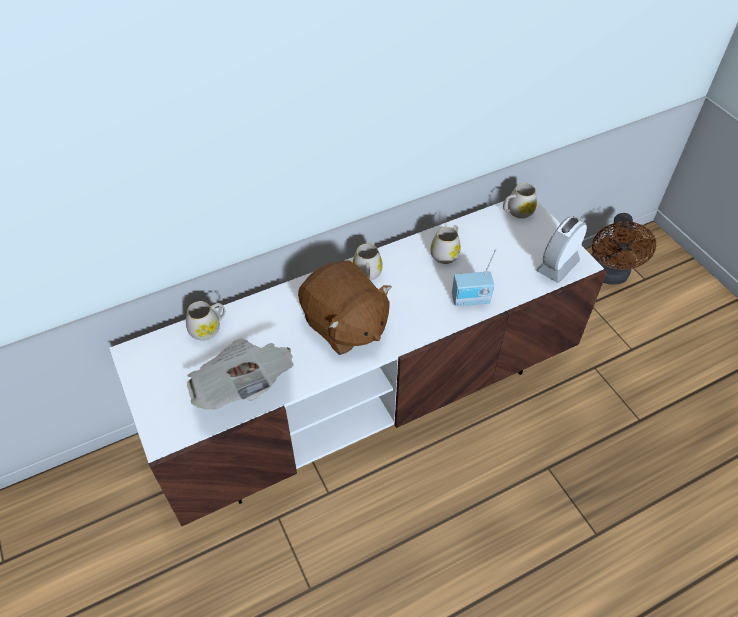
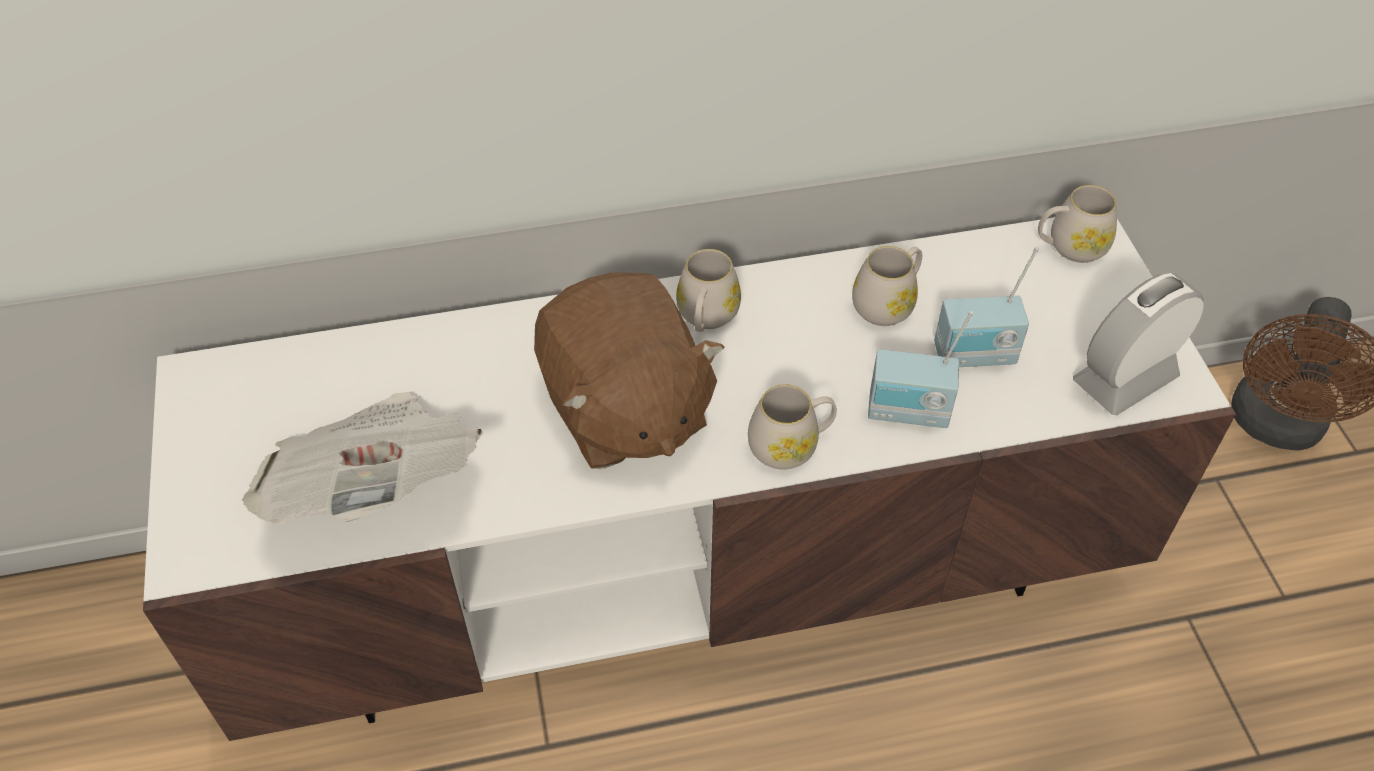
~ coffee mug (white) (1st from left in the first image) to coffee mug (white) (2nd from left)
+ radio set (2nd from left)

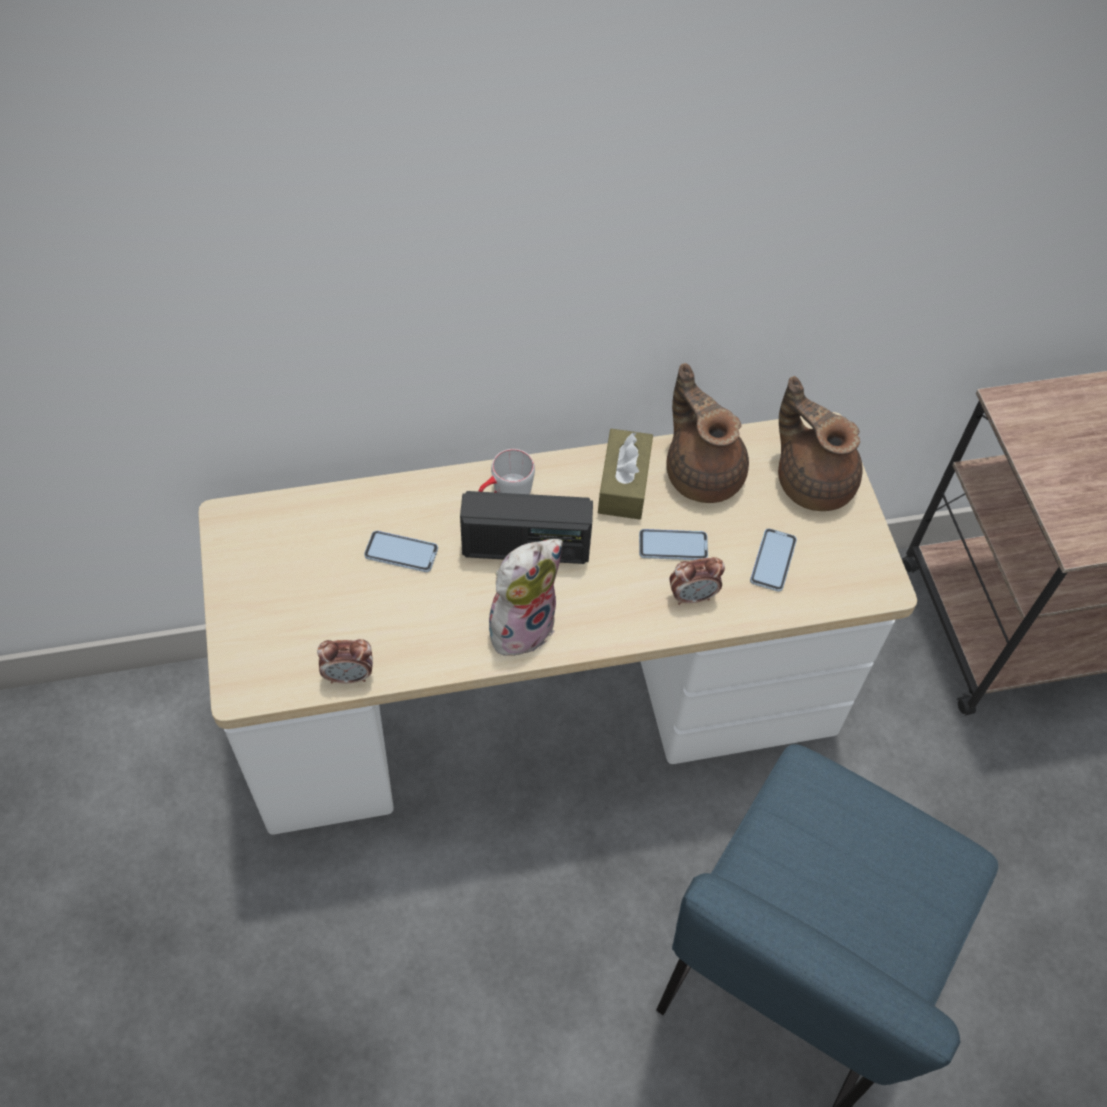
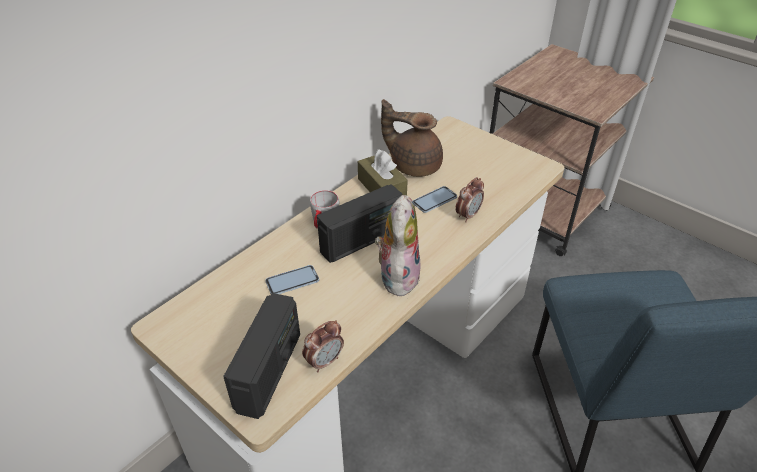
- teapot (brownish) (2nd from left)
- phone (3rd from left)
+ radio set (1st from left)

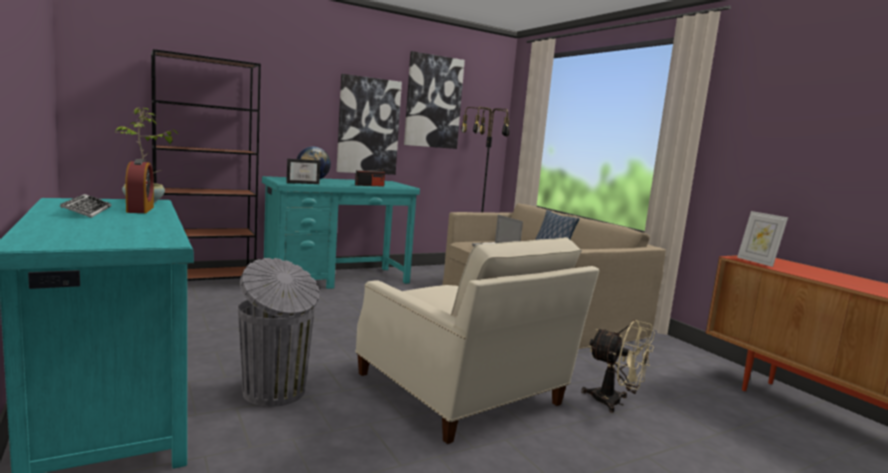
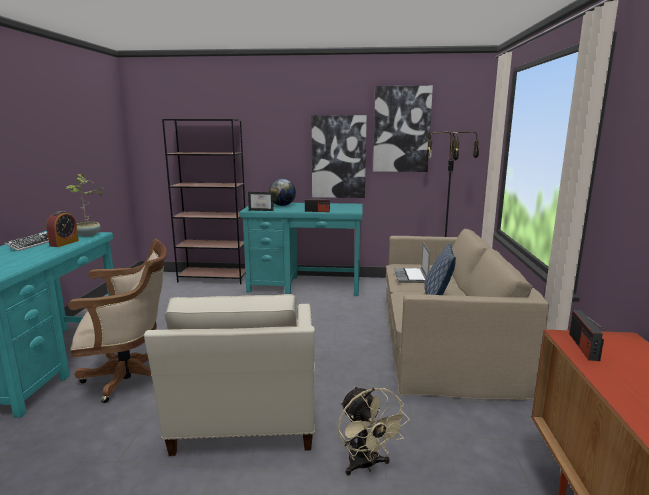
~ picture frame (2nd from left) to radio set (2nd from left)
~ waste bin (grey) to desk chair

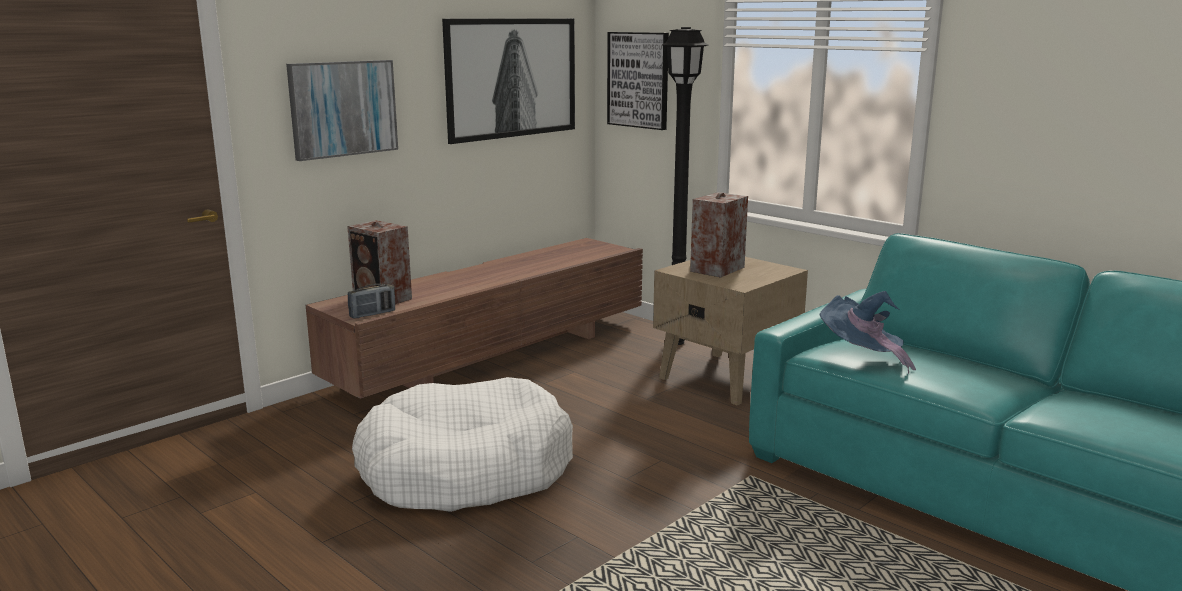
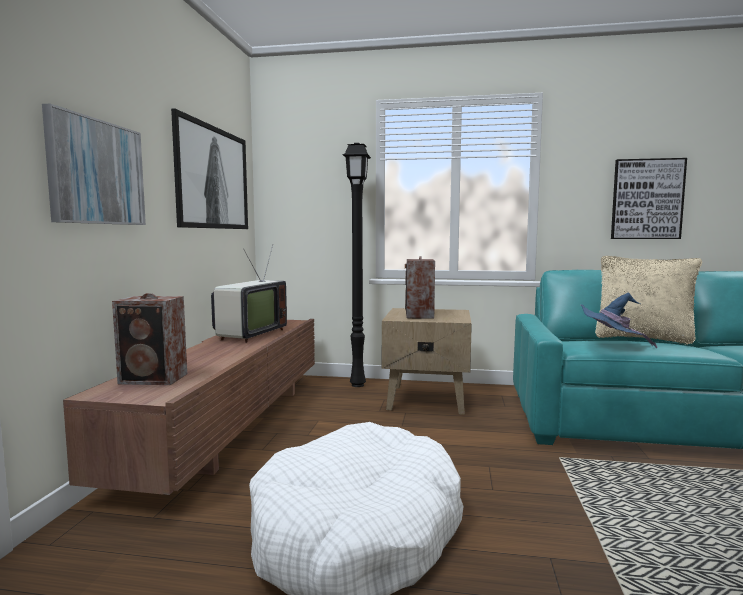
~ wall picture (3rd from left)
- radio set
+ TV
+ cushion (beige)

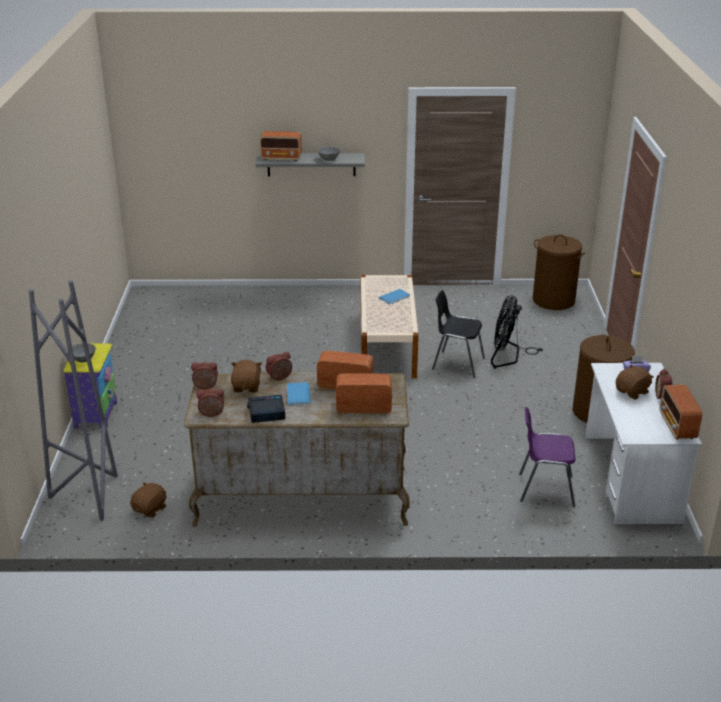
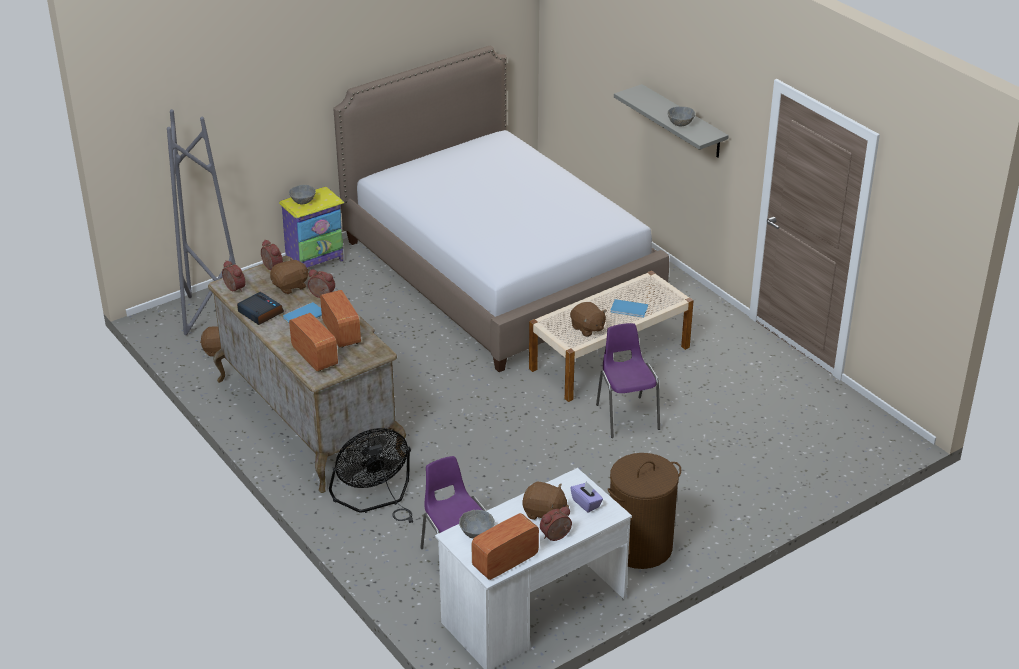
- radio set (1st from left)
- laundry basket (brownish) (1st from left)
~ upright chair (black) to upright chair (purple-coloured) (2nd from left)
~ electric fan (black)
+ sleeping bed
+ plush toy (brownish) (4th from left)
+ bowl (grey) (2nd from left)

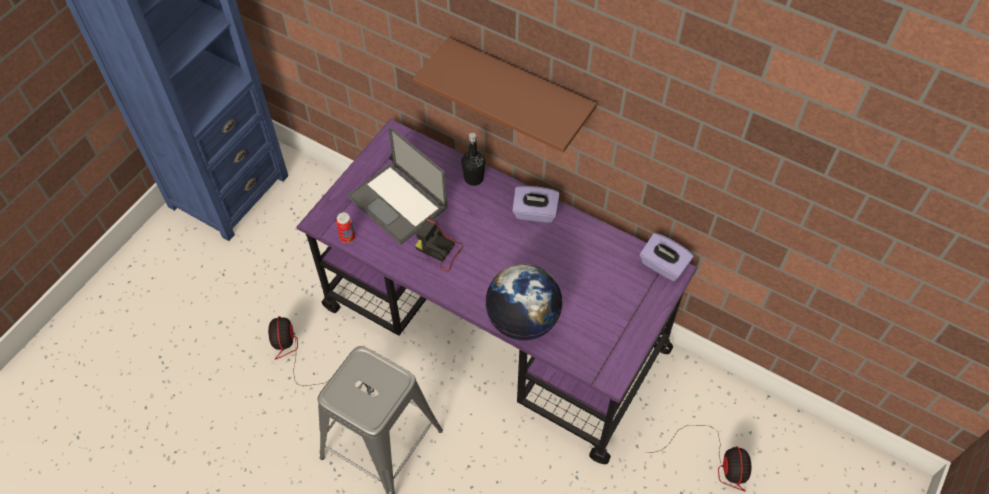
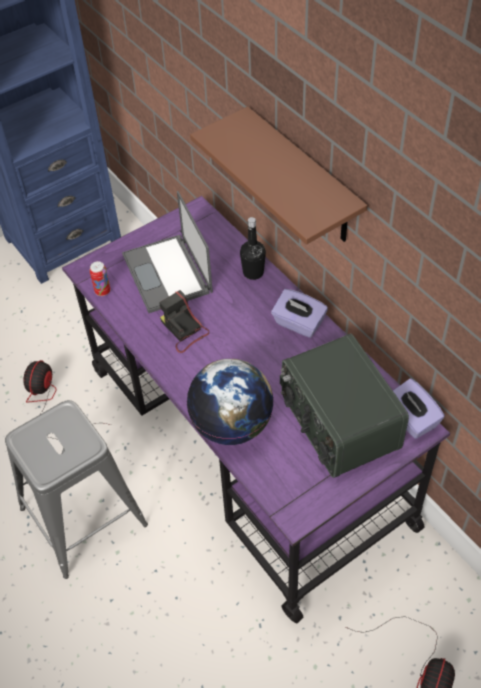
+ radio set

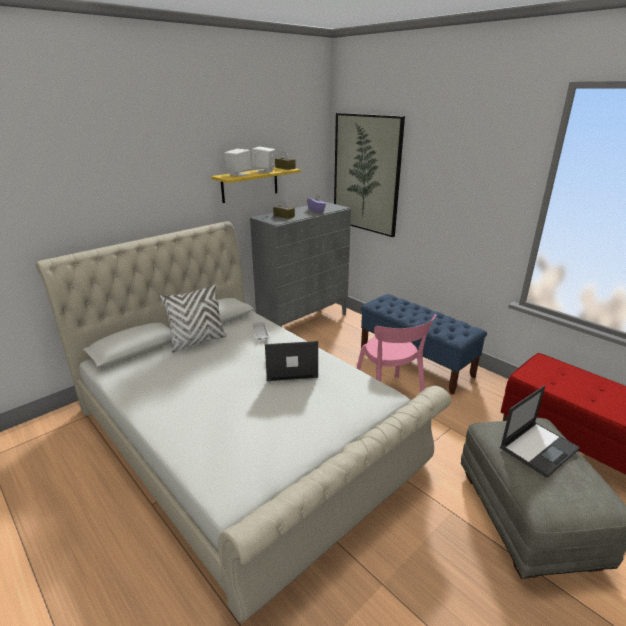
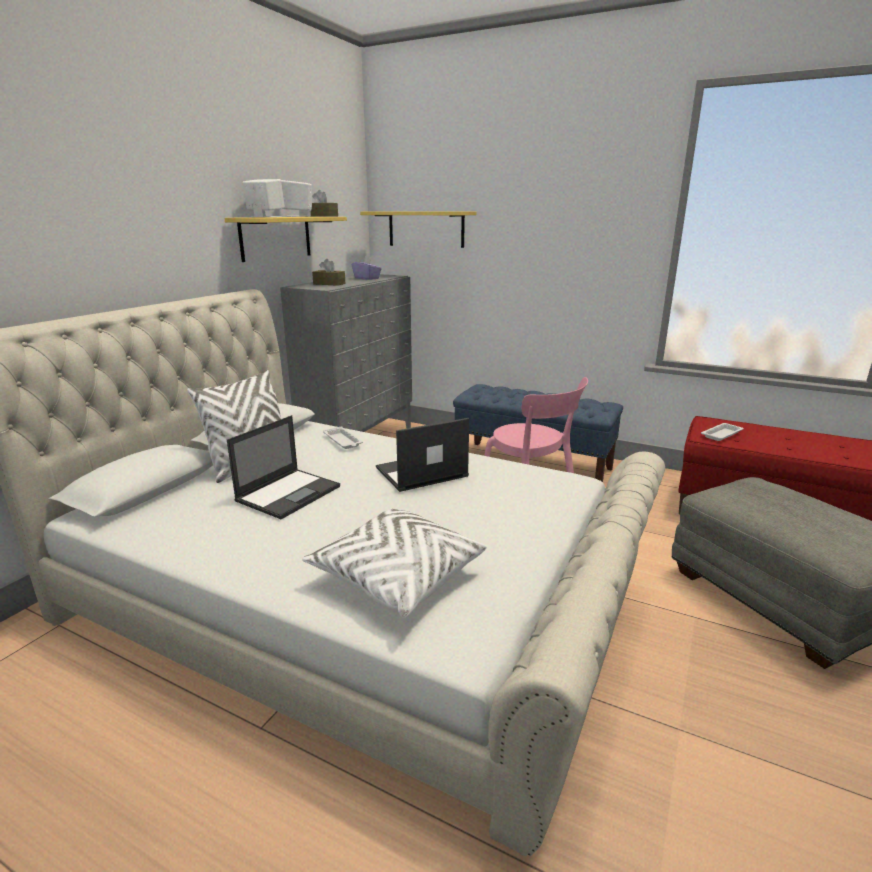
~ wall picture to wall shelf (yellow-coloured) (2nd from left)
~ portable computer (2nd from left in the first image) to portable computer (1st from left)
+ carrying tray (white) (2nd from left)
+ cushion (white) (2nd from left)

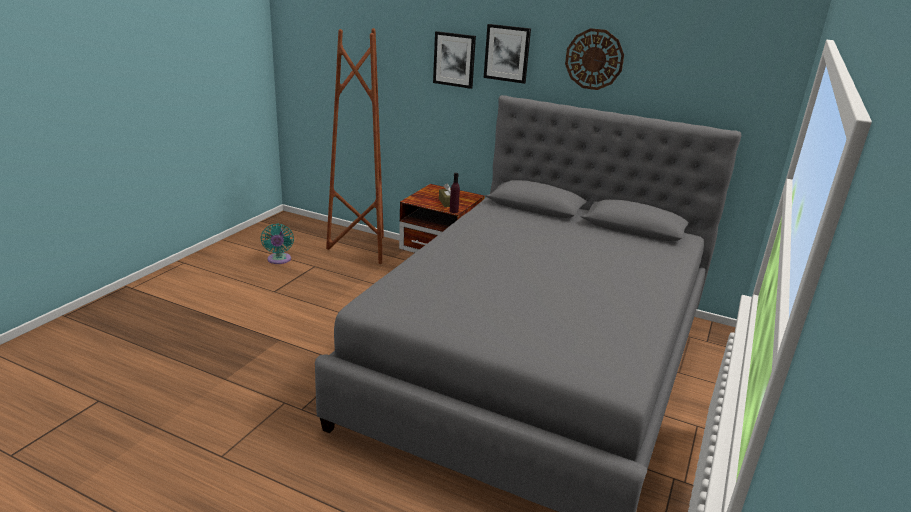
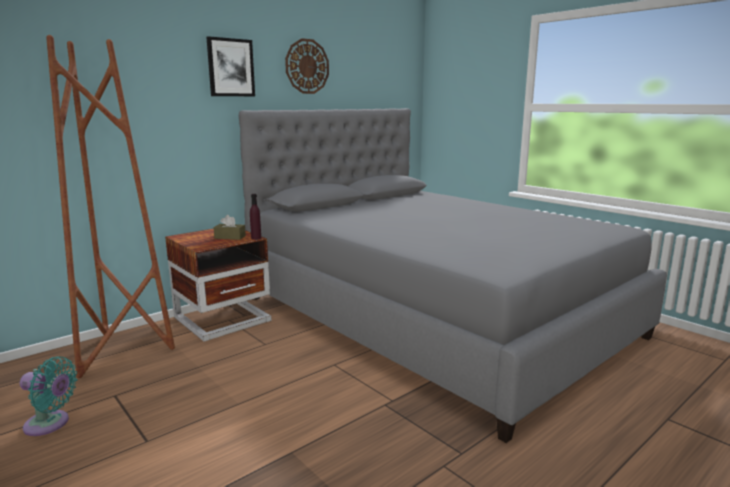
- wall picture (1st from left)

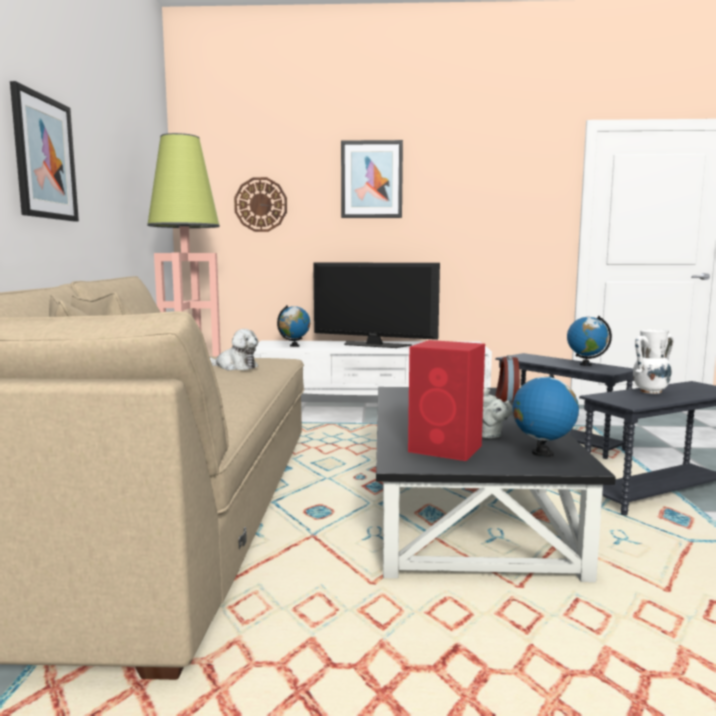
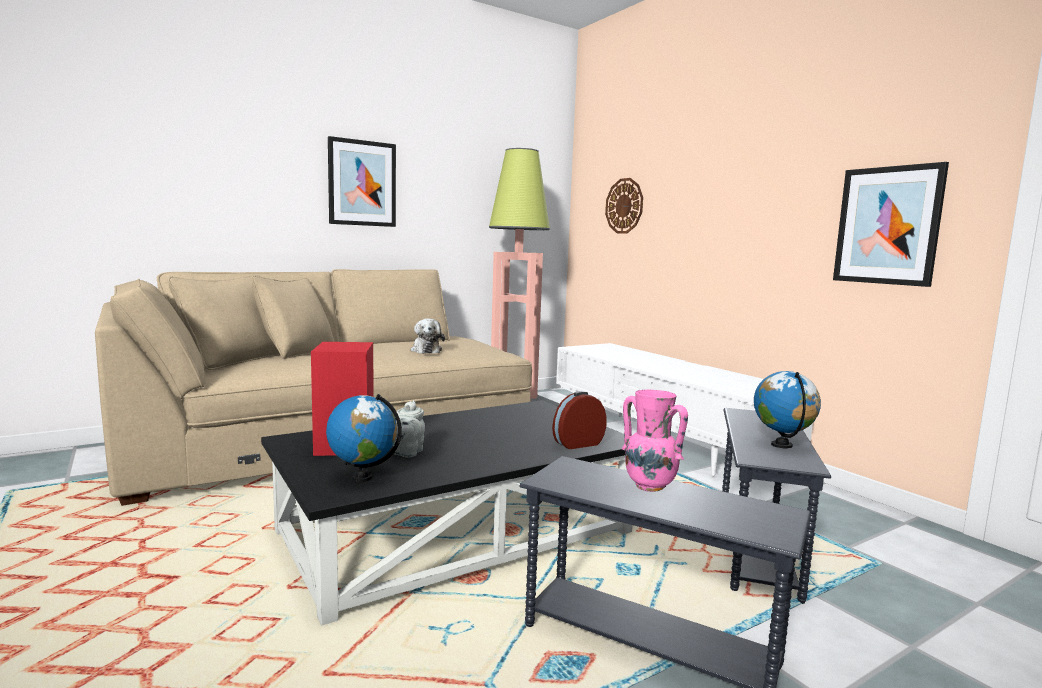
~ wall picture (2nd from left)
- TV
- desk globe (1st from left)
~ decorative vase (white) to decorative vase (pinkish)

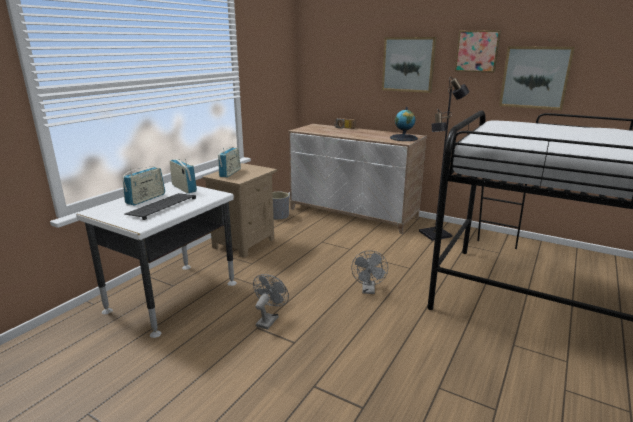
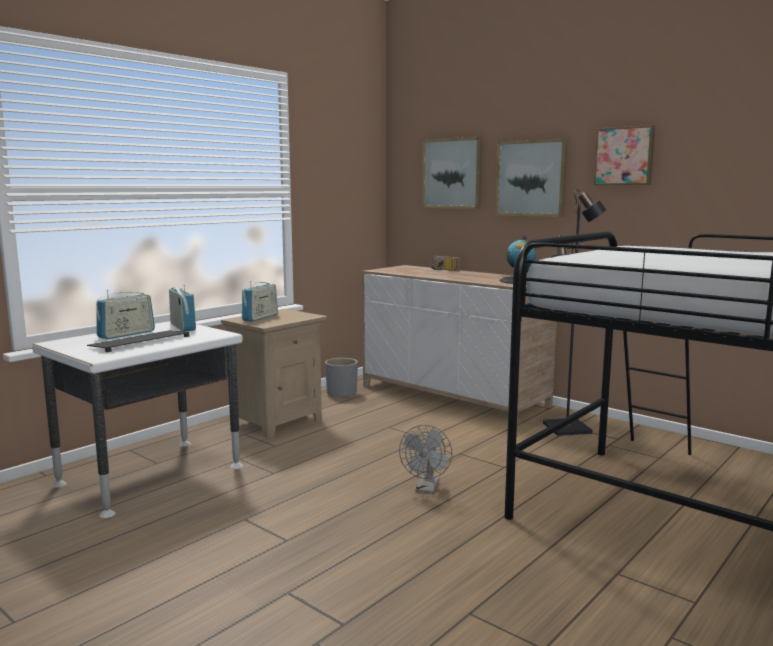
~ wall picture (3rd from left in the first image) to wall picture (1st from left)
- electric fan (grey) (1st from left)

